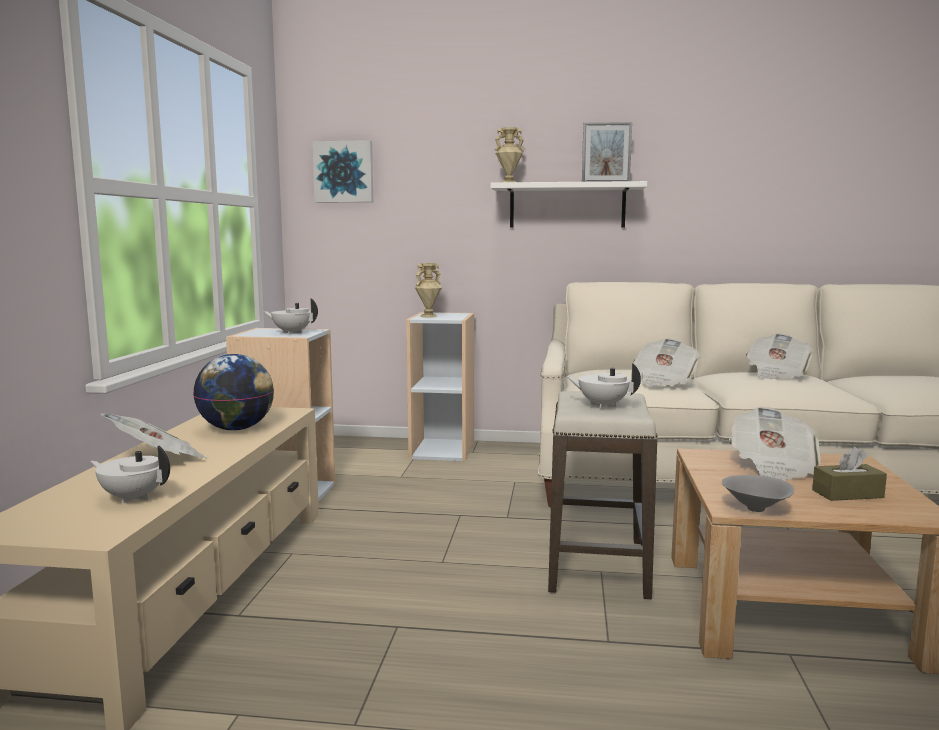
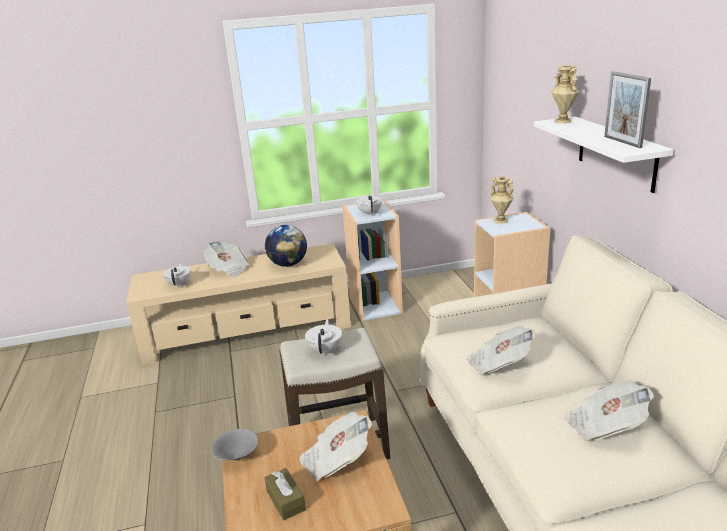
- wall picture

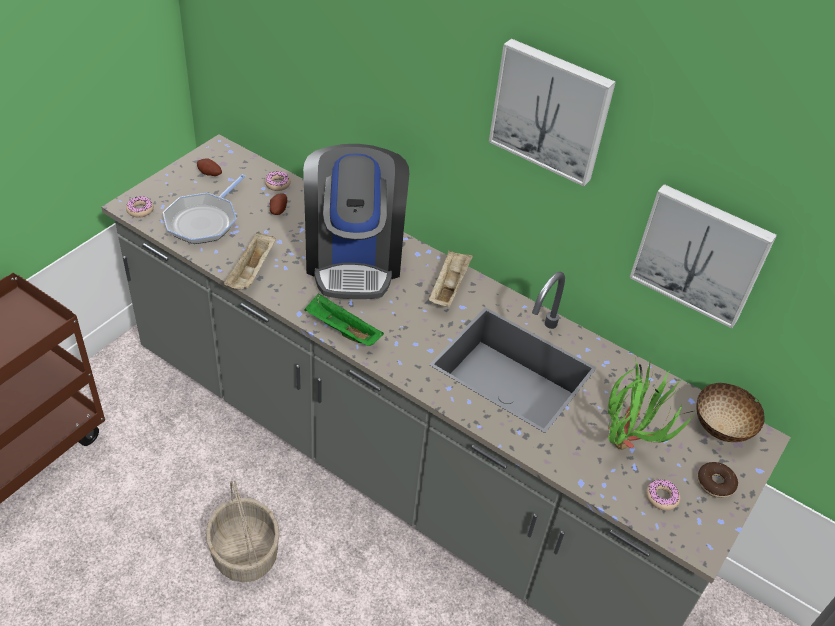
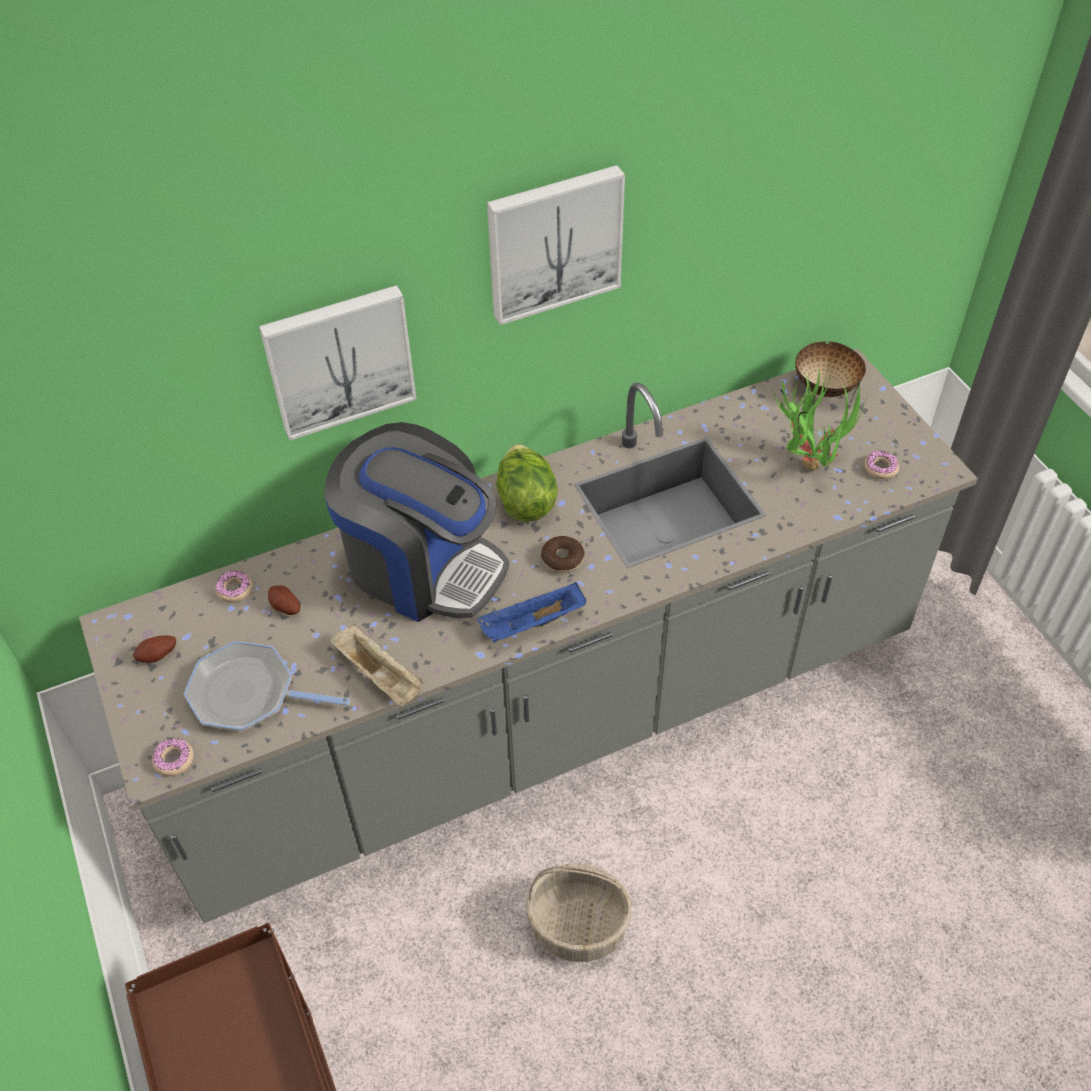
~ pan 135 degrees clockwise
~ wall picture (2nd from left in the first image) to wall picture (1st from left)
~ carrying tray (beige) (2nd from left) to lettuce
~ carrying tray (green) to carrying tray (bluish)
~ ring doughnut (4th from left in the first image) to ring doughnut (3rd from left)

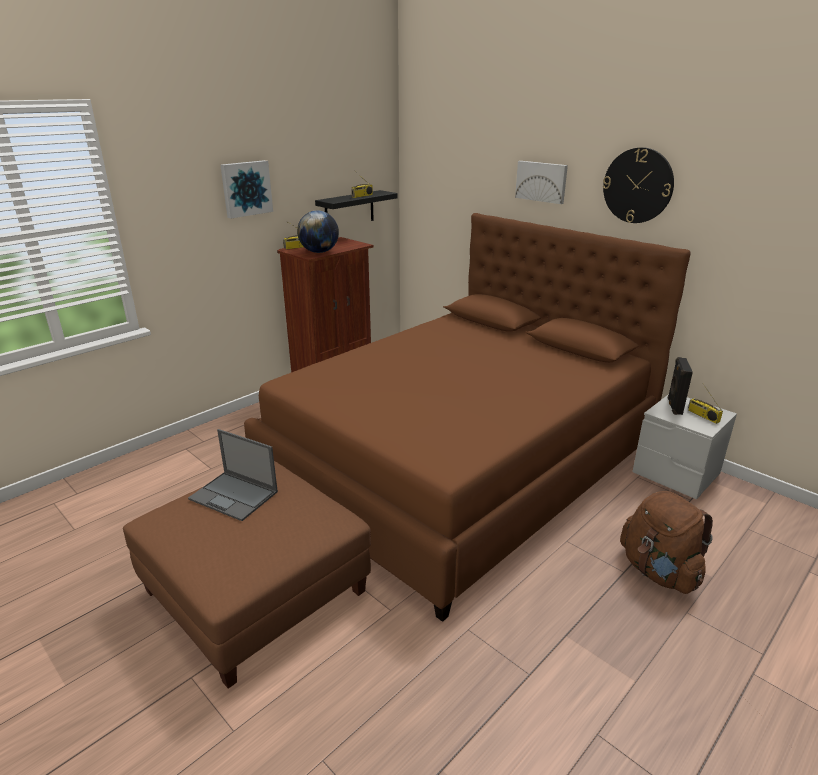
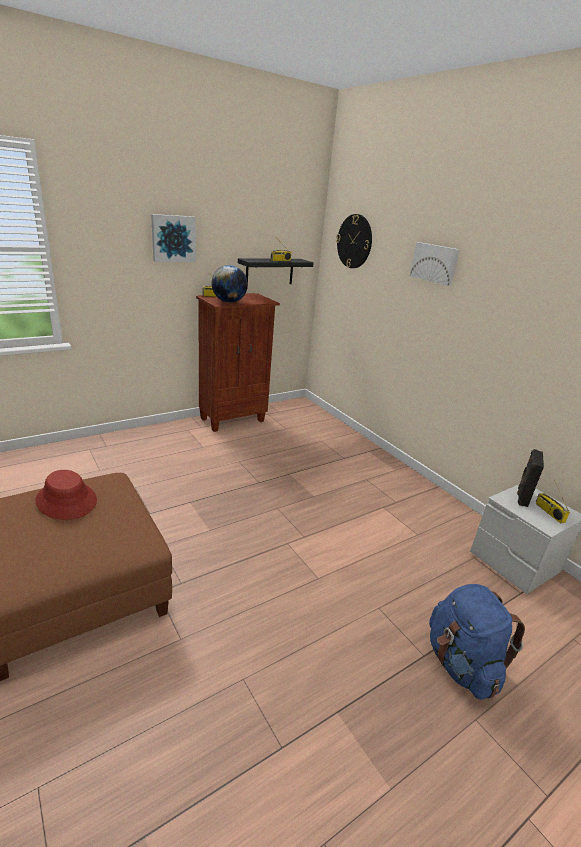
~ clock on the wall
- sleeping bed (brownish)
~ portable computer to clothing hat (red)
~ backpack (brownish) to backpack (bluish)

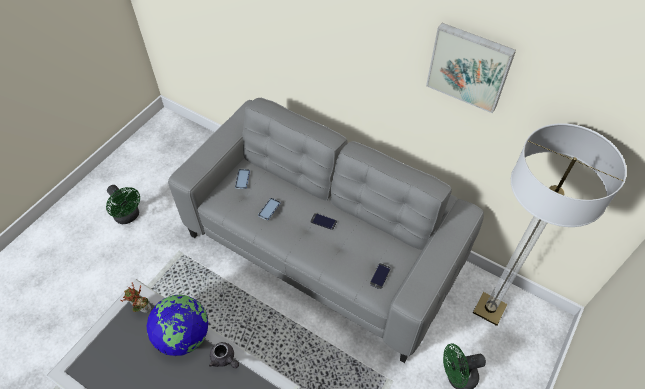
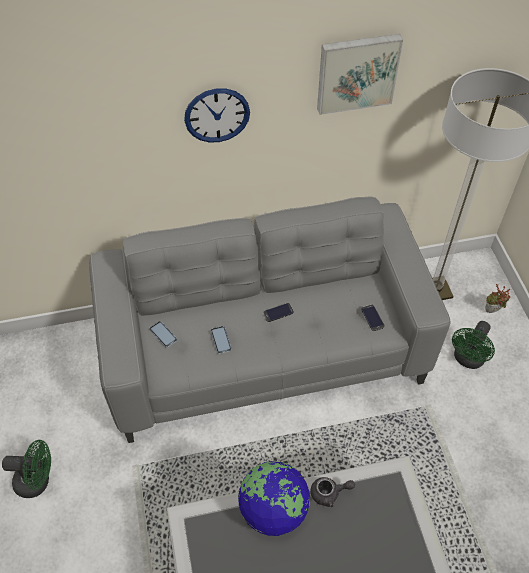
~ plant in a pot
+ clock on the wall

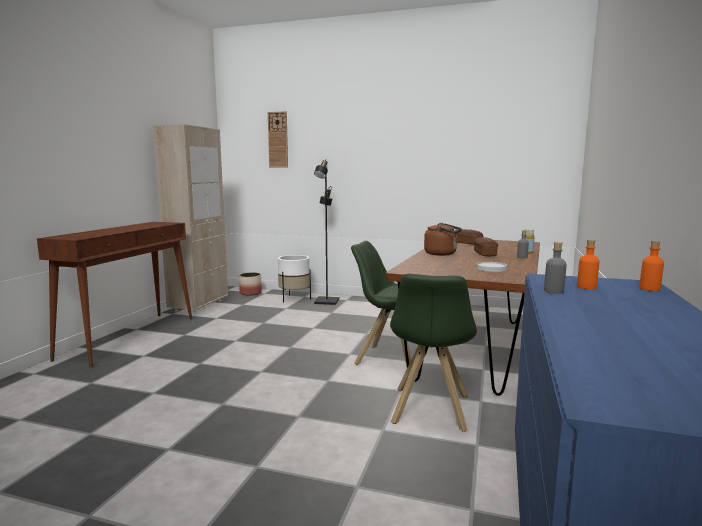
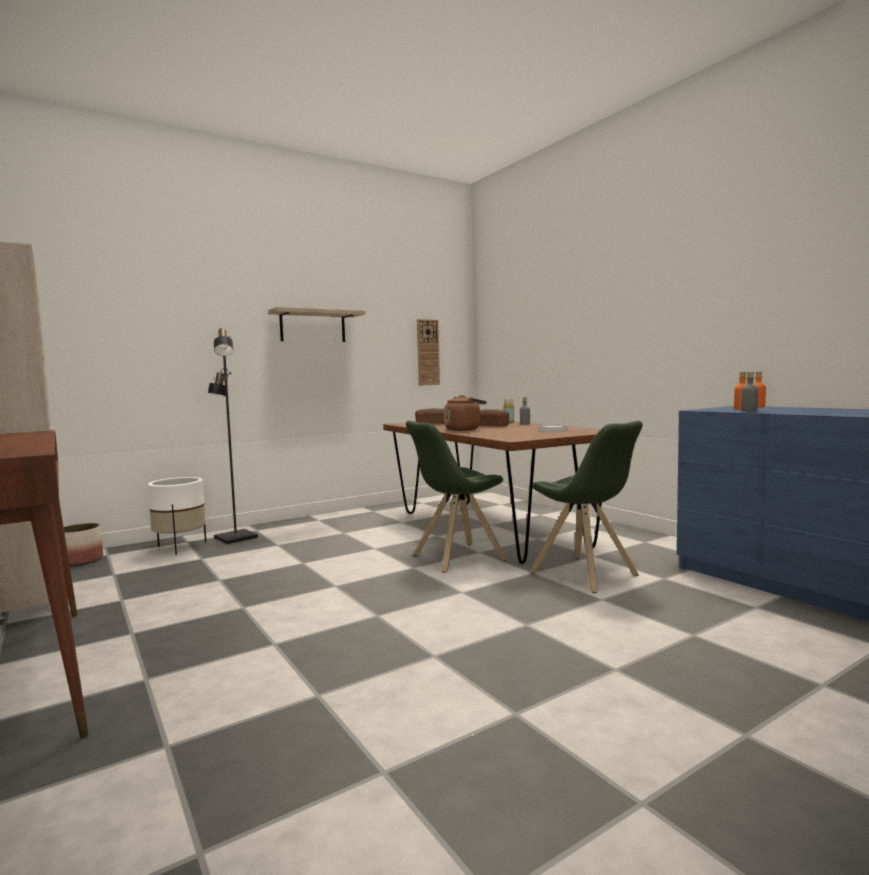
~ clock on the wall
+ wall shelf

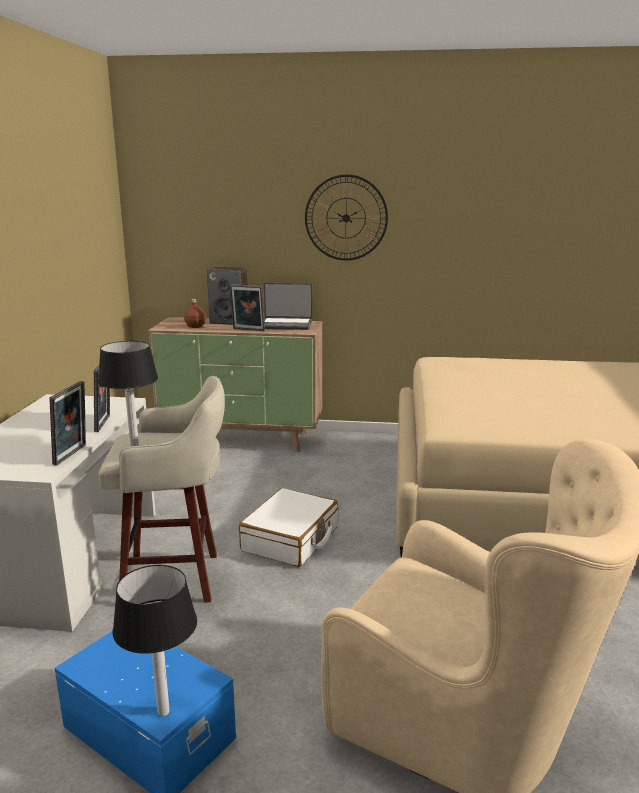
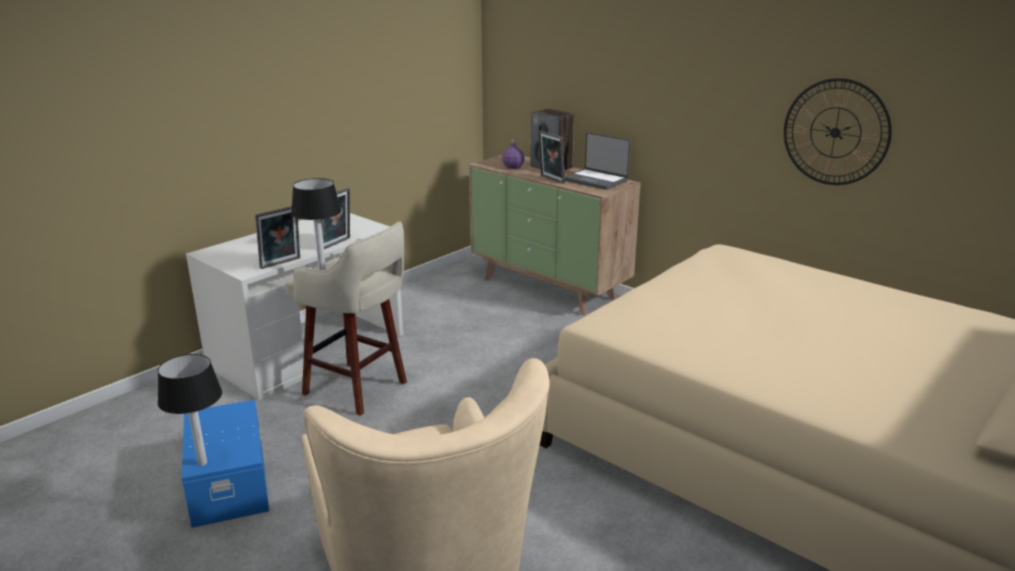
~ clock on the wall
~ beverage bottle (brownish) to beverage bottle (purple-coloured)
- piece of luggage (white)

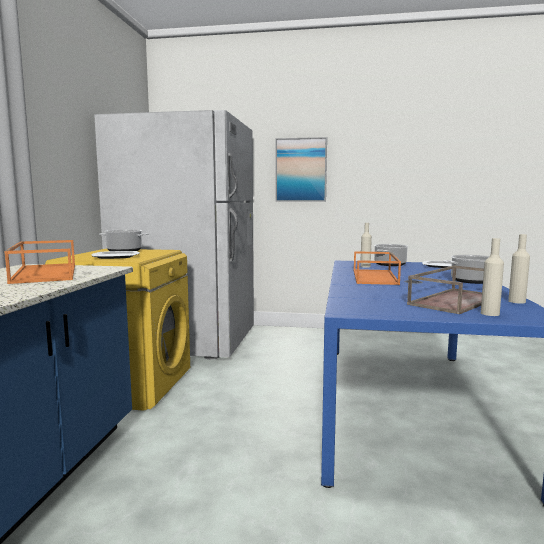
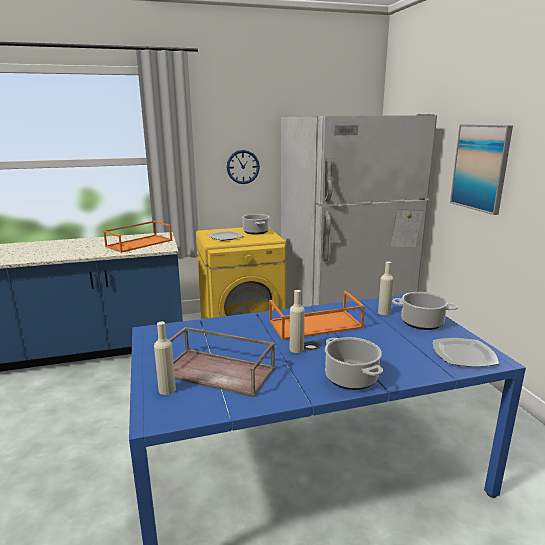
~ beverage bottle (beige) (3rd from left in the first image) to beverage bottle (beige) (2nd from left)
+ clock on the wall

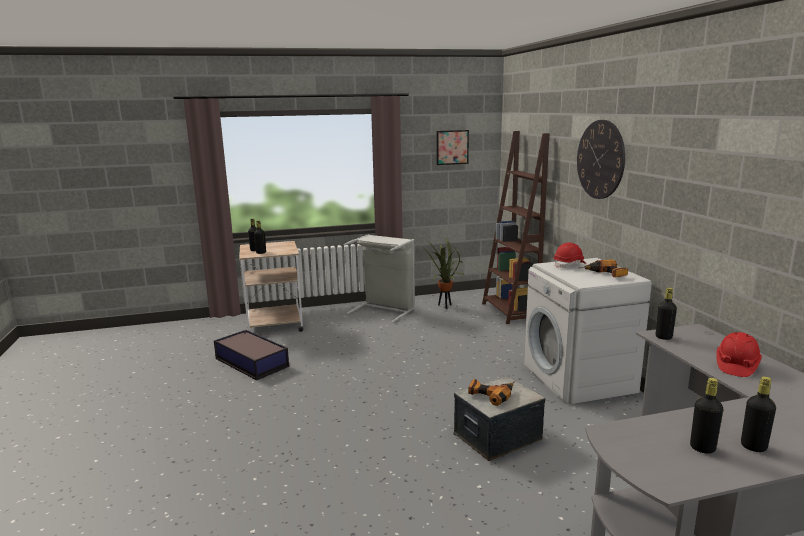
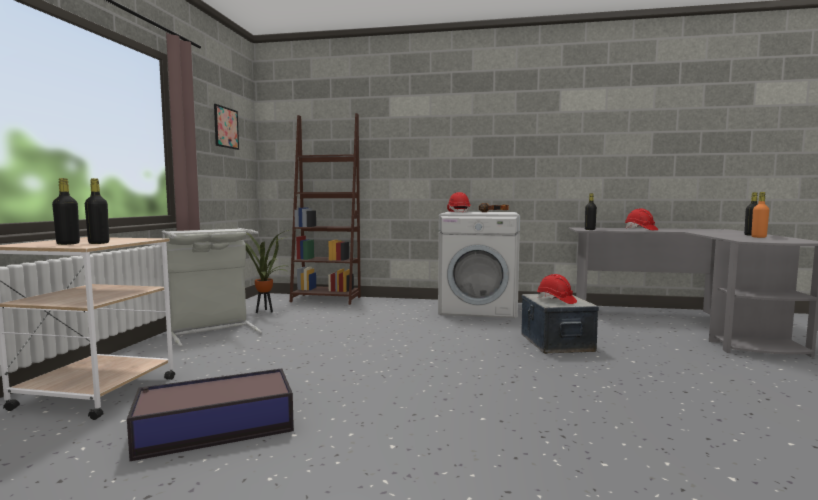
- clock on the wall
~ beverage bottle (black) (4th from left) to beverage bottle (orange-coloured)
~ drill (1st from left) to work helmet (red) (2nd from left)

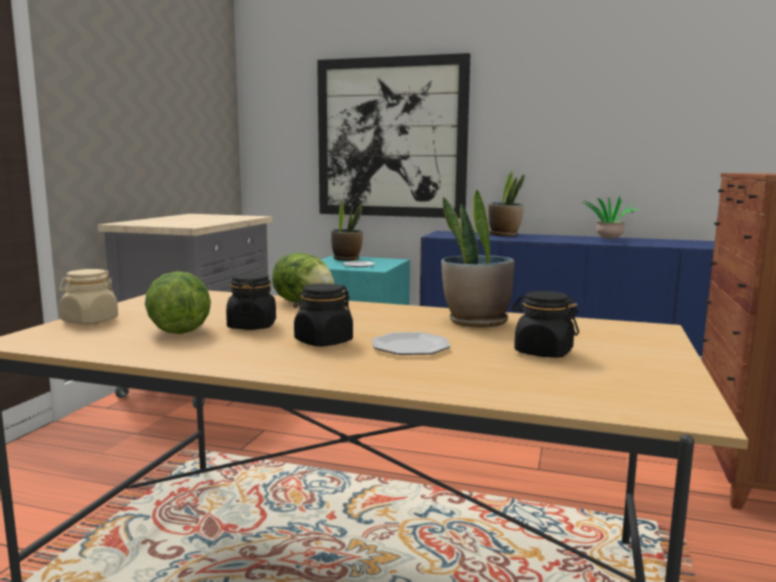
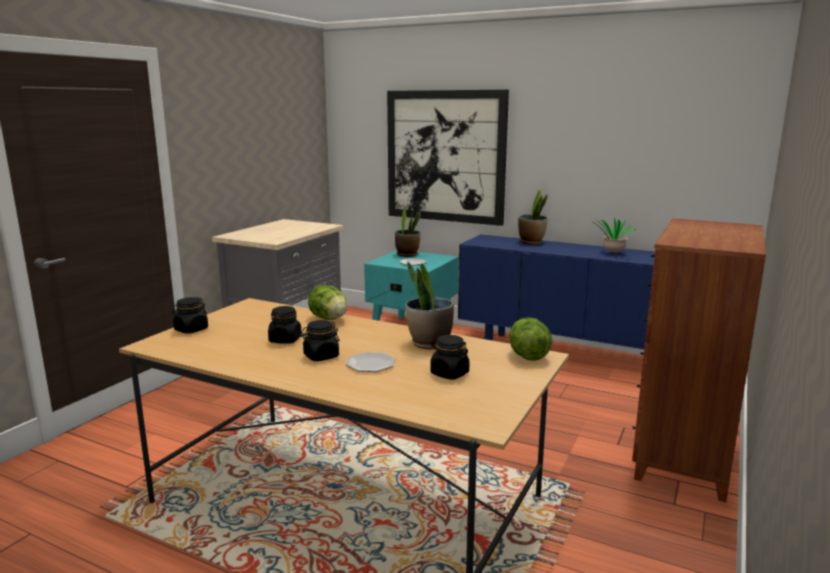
~ jar (beige) to jar (black) (1st from left)
~ lettuce (1st from left in the first image) to lettuce (2nd from left)

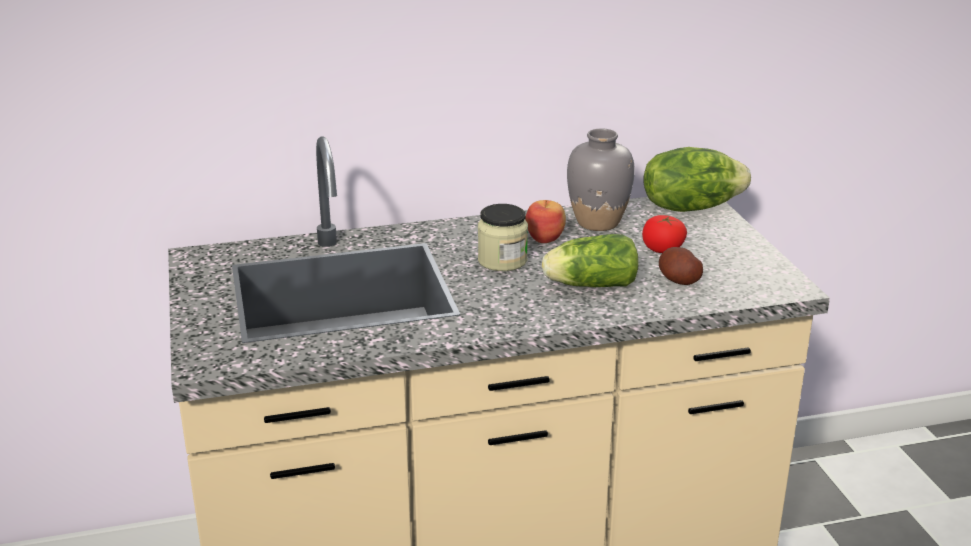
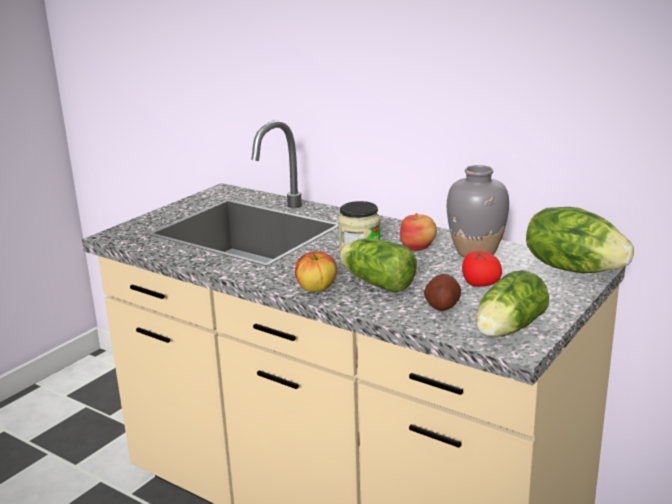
+ apple (1st from left)
+ lettuce (2nd from left)

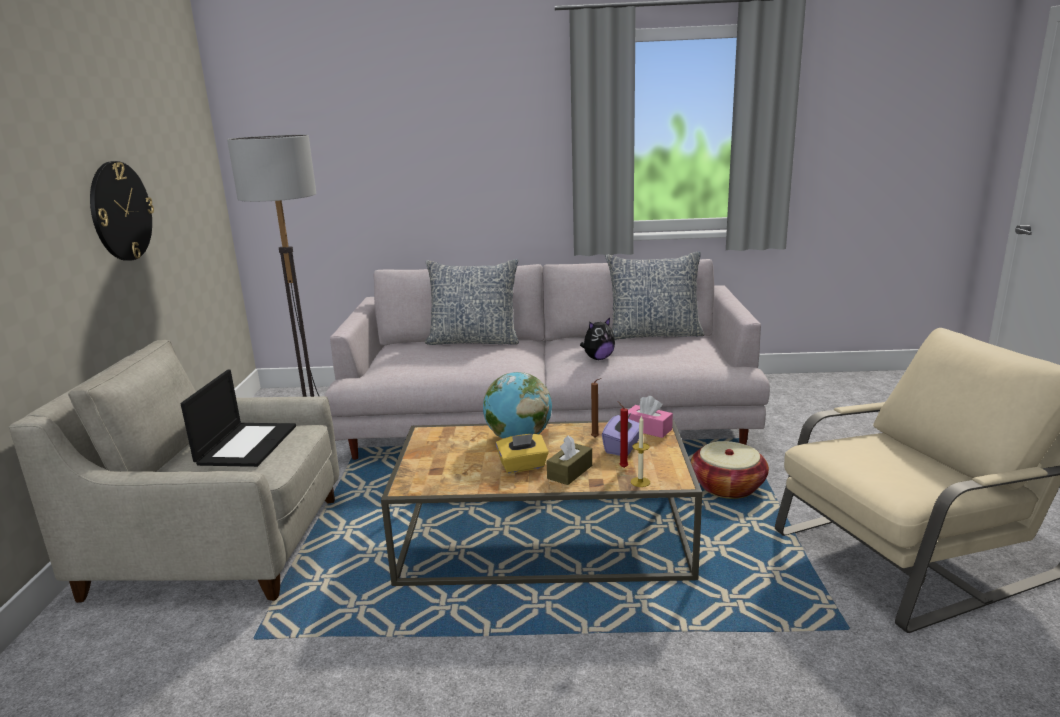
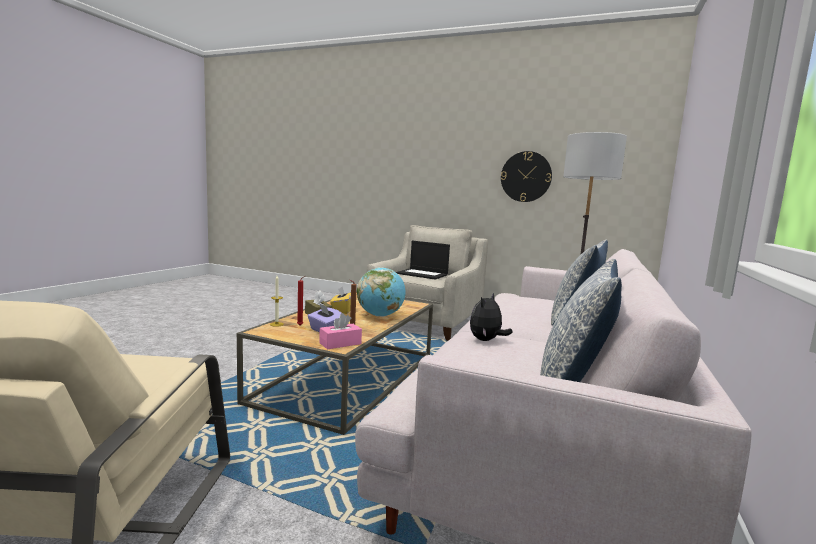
~ plush toy 45 degrees clockwise
- storage basket

